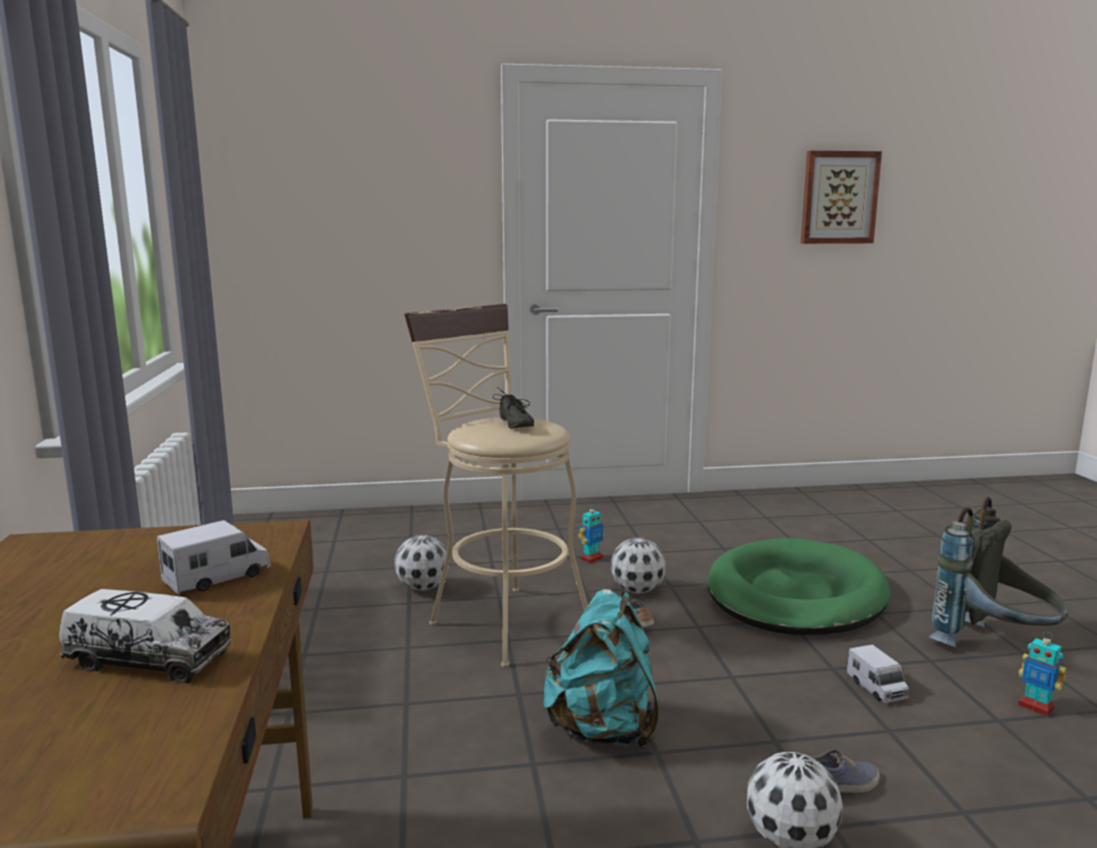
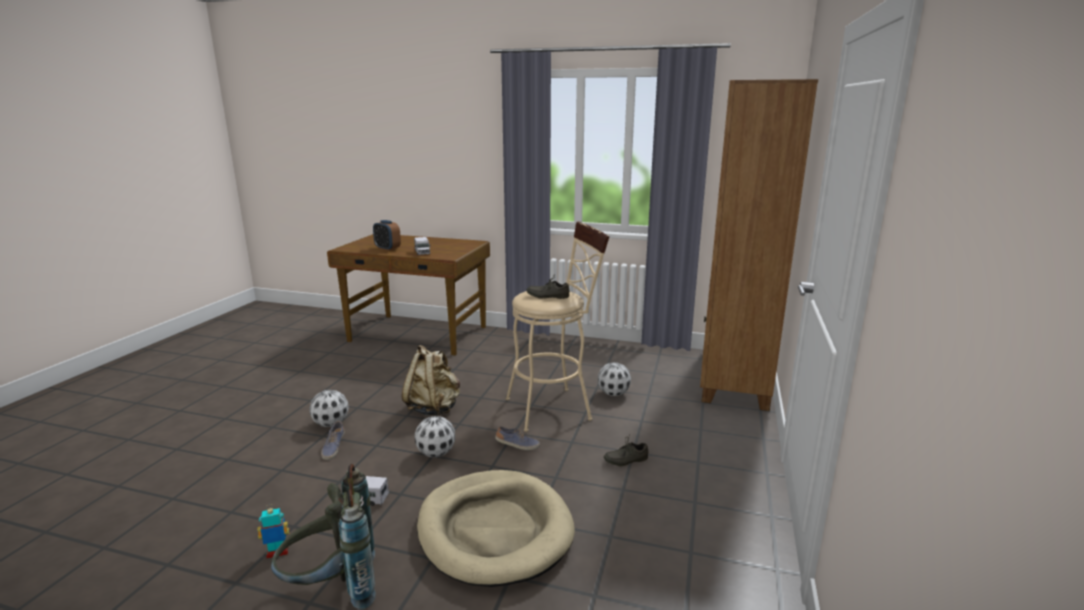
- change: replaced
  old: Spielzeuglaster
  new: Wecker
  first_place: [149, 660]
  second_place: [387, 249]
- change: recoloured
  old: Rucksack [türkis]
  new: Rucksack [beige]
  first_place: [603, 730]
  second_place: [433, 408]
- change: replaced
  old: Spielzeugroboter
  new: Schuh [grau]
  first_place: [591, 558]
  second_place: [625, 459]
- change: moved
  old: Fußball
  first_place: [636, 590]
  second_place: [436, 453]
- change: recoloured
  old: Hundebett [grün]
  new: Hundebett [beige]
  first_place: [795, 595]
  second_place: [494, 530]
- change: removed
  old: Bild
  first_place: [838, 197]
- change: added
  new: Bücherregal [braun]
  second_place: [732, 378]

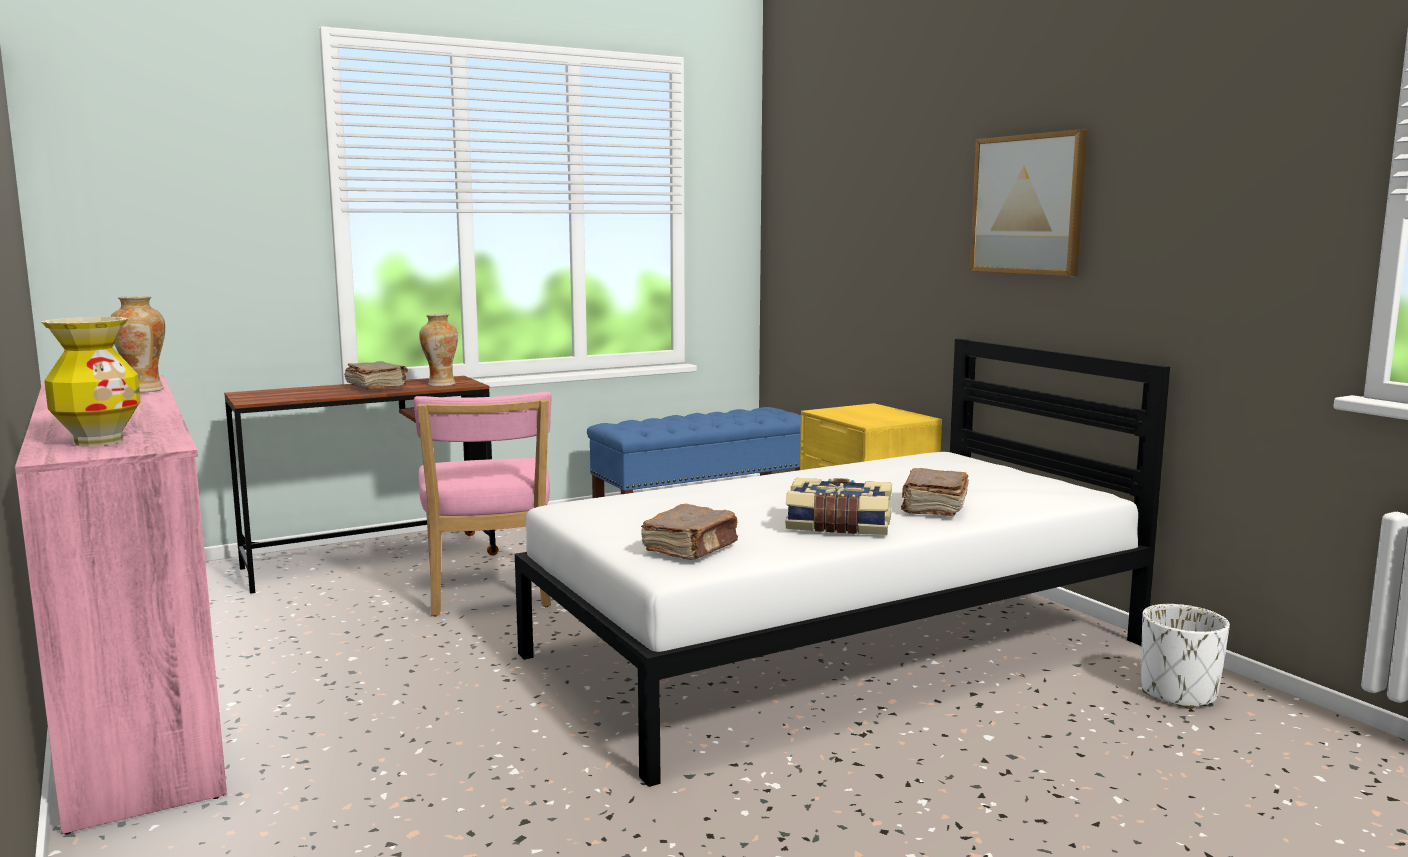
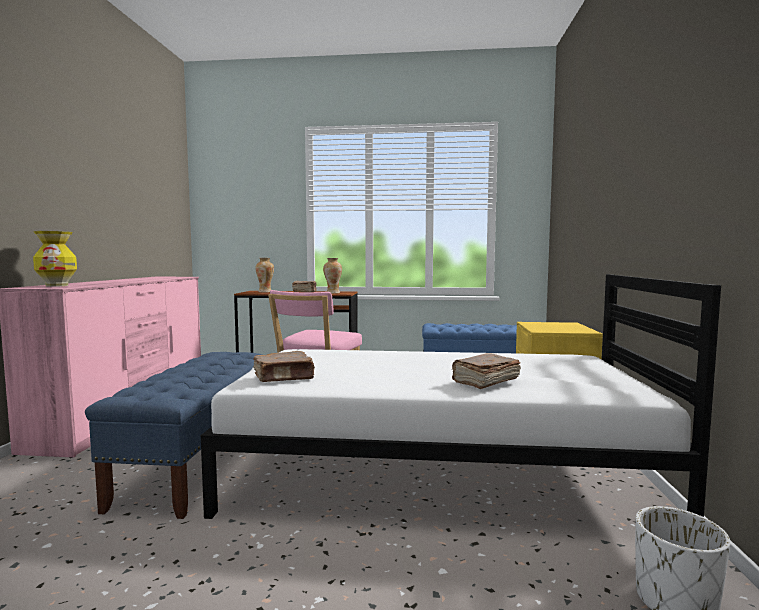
- change: moved
  old: Vase
  first_place: [144, 390]
  second_place: [265, 292]
- change: removed
  old: Buch
  first_place: [838, 526]
- change: removed
  old: Bild
  first_place: [1028, 204]
- change: added
  new: Bank [blau]
  second_place: [198, 463]

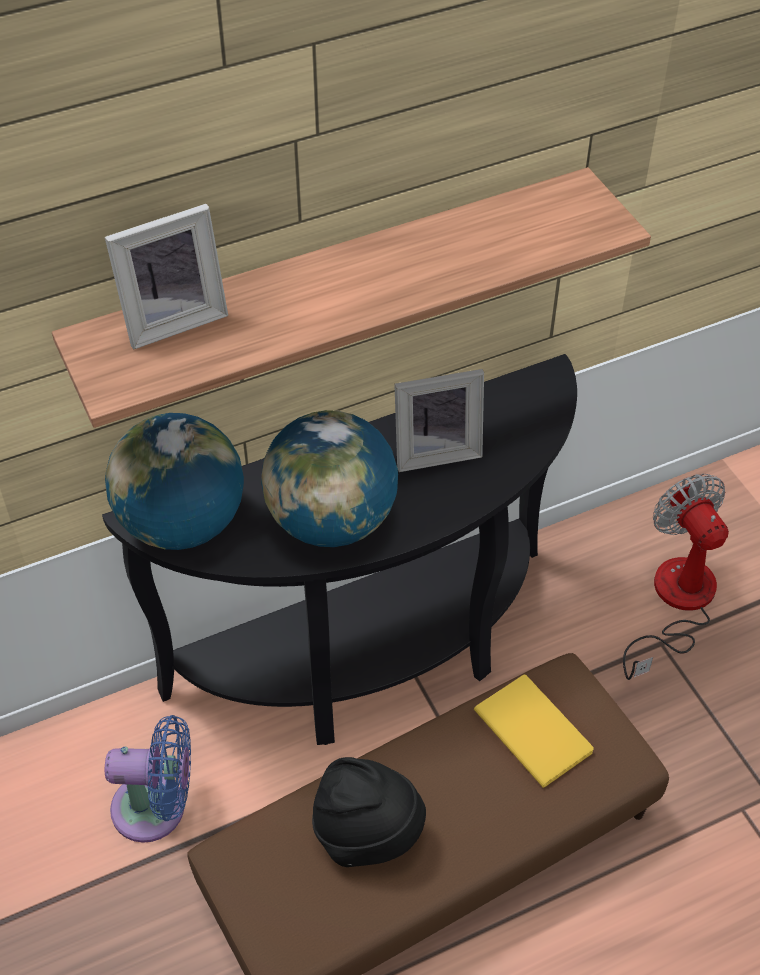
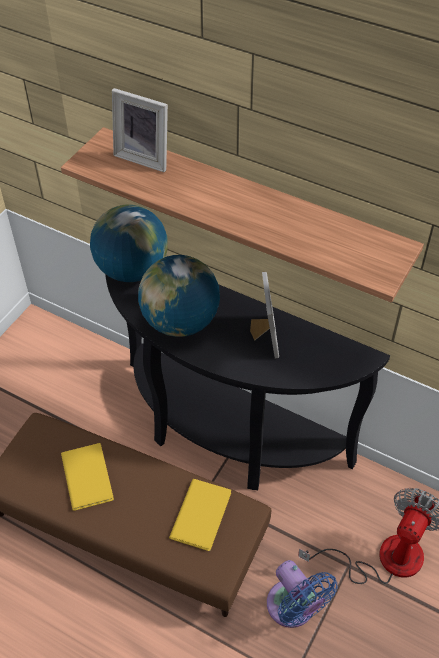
- change: moved
  old: Ventilator [blau]
  first_place: [157, 808]
  second_place: [294, 609]
- change: replaced
  old: Hut [schwarz]
  new: Buch [gelb]
  first_place: [367, 832]
  second_place: [88, 475]
- change: turned
  old: Bilderrahmen
  first_place: [435, 451]
  second_place: [263, 337]
  degrees: -135

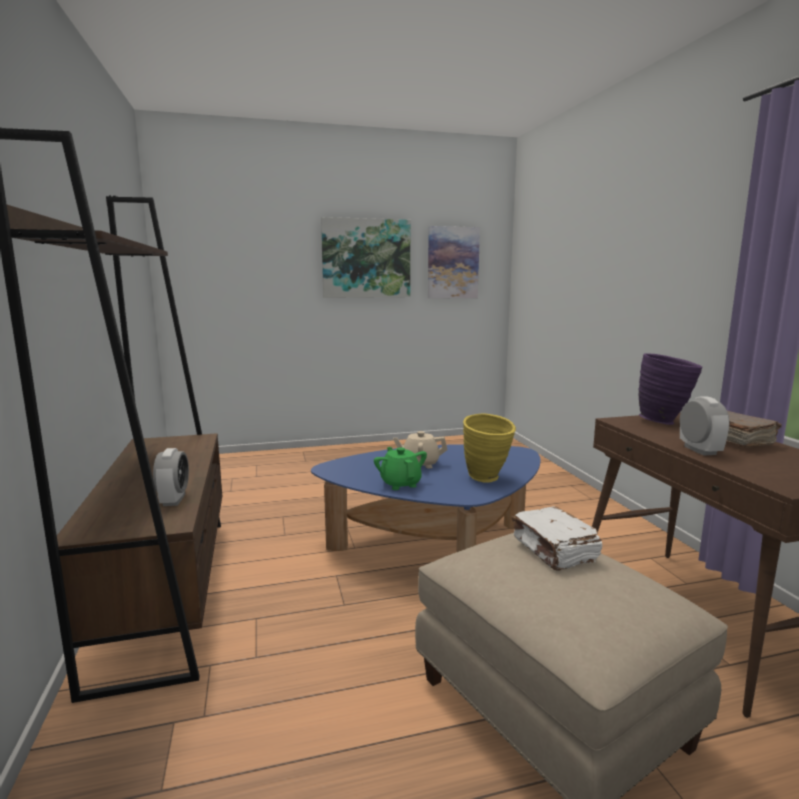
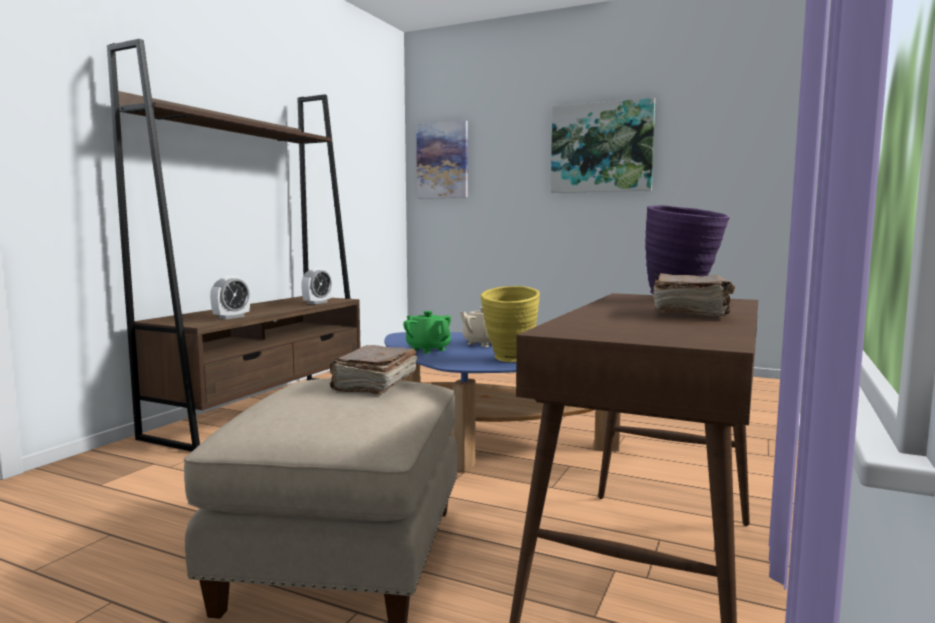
- change: turned
  old: Teekanne [grün]
  first_place: [400, 484]
  second_place: [428, 349]
  degrees: -60
- change: moved
  old: Bild
  first_place: [452, 263]
  second_place: [442, 160]
- change: recoloured
  old: Buch [weiß]
  new: Buch [braun]
  first_place: [554, 550]
  second_place: [374, 384]
- change: moved
  old: Wecker
  first_place: [699, 450]
  second_place: [317, 303]

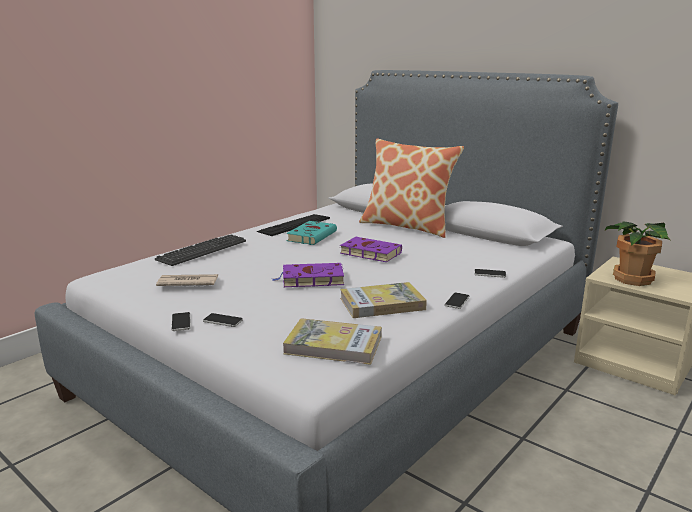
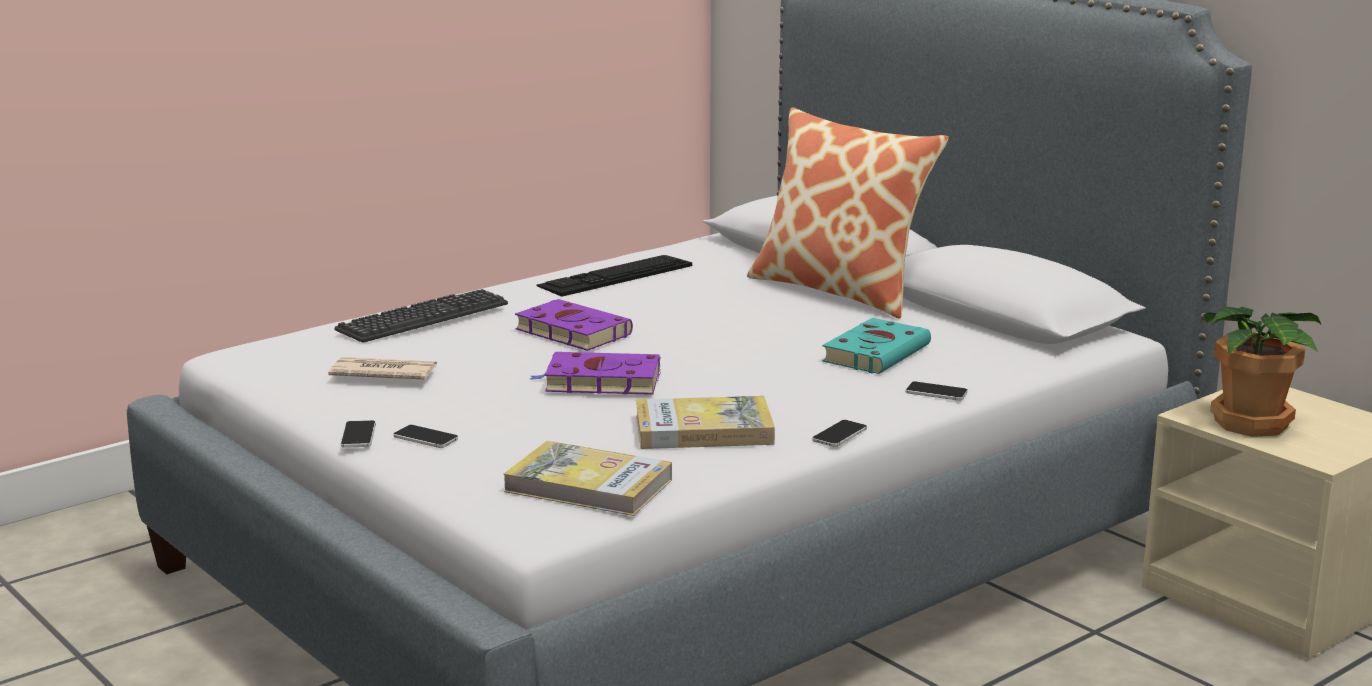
- change: moved
  old: Buch [türkis]
  first_place: [312, 236]
  second_place: [877, 353]
- change: moved
  old: Buch [lila]
  first_place: [369, 253]
  second_place: [570, 332]

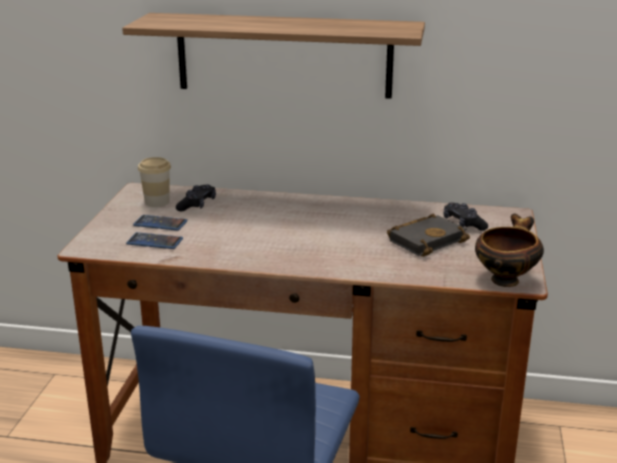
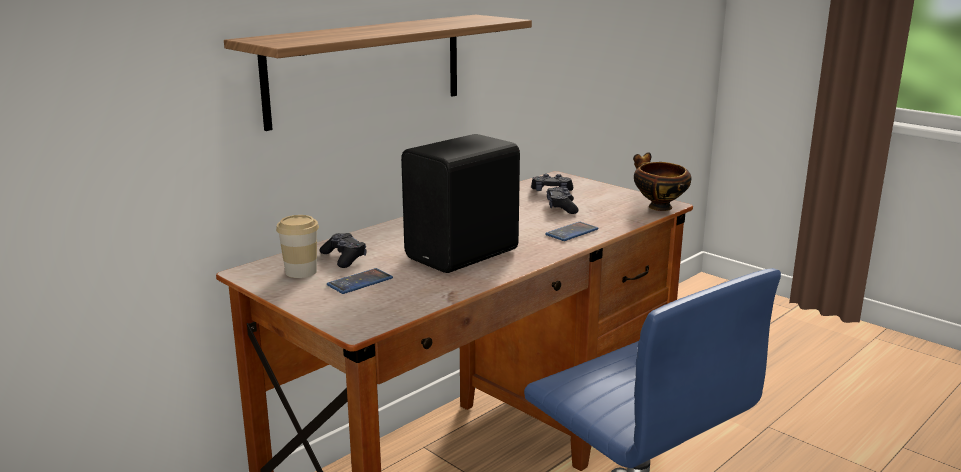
- change: moved
  old: Handy
  first_place: [155, 241]
  second_place: [571, 232]
- change: replaced
  old: Buch [schwarz]
  new: Gamepad [schwarz]
  first_place: [426, 239]
  second_place: [561, 207]
- change: added
  new: Lautsprecher [schwarz]
  second_place: [465, 255]

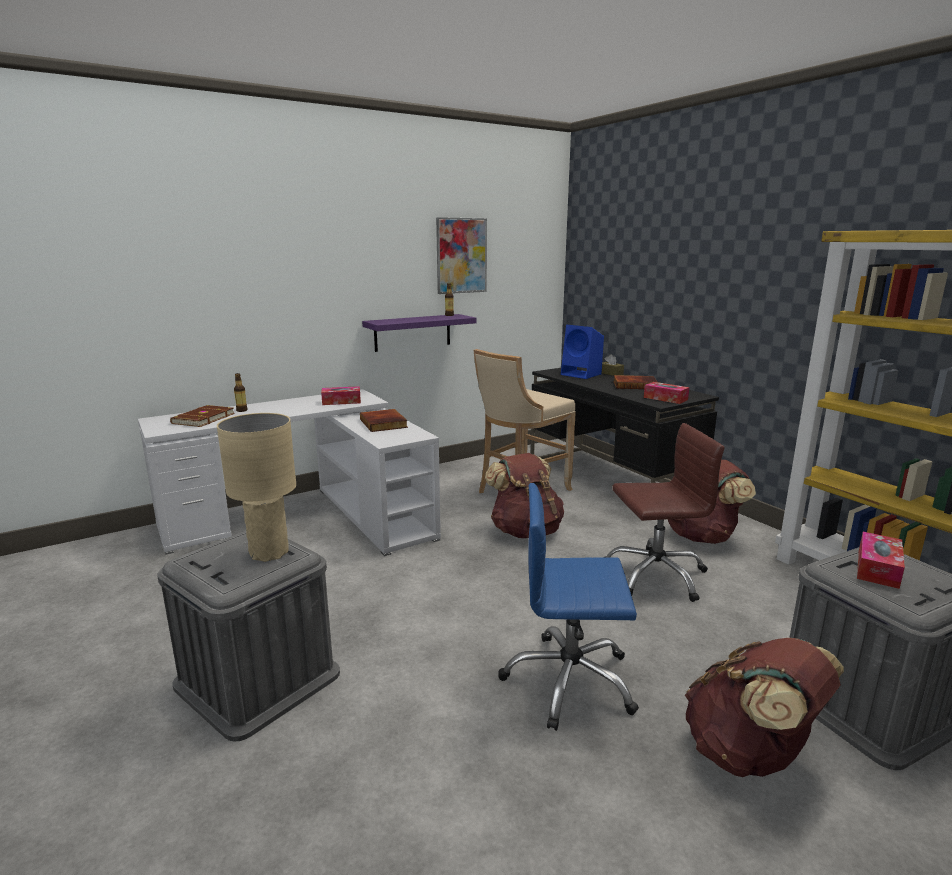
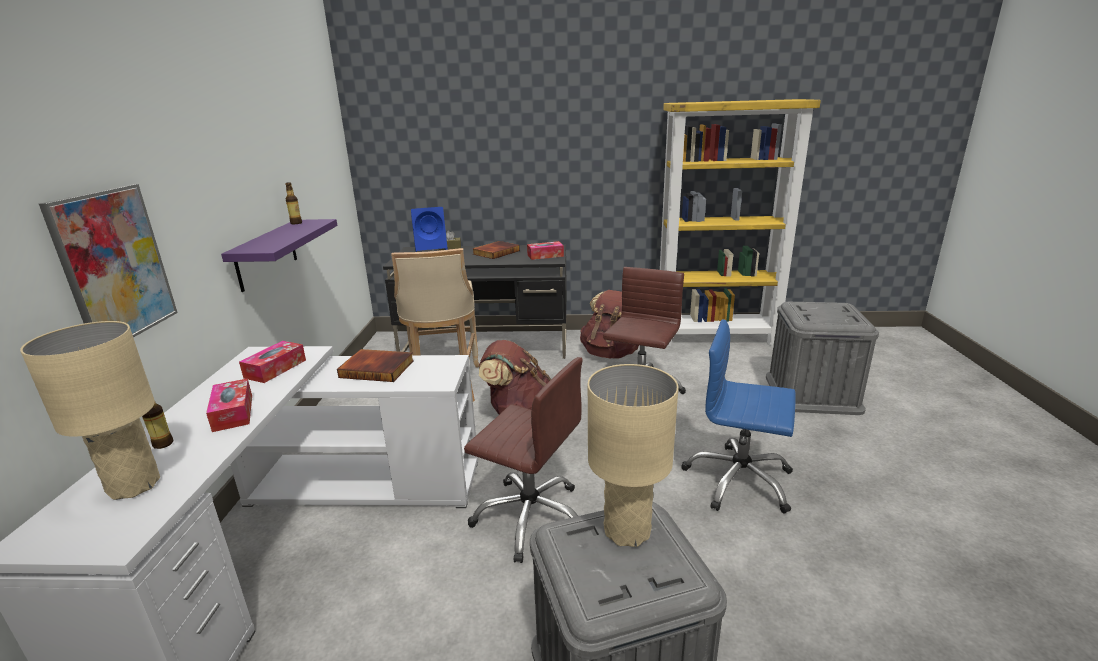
- change: replaced
  old: Buch [braun]
  new: Tischlampe [beige]
  first_place: [202, 418]
  second_place: [134, 486]
- change: moved
  old: Bild
  first_place: [461, 256]
  second_place: [114, 266]
- change: turned
  old: Bürostuhl [blau]
  first_place: [569, 681]
  second_place: [738, 481]
  degrees: 75
- change: removed
  old: Rucksack [braun]
  first_place: [749, 754]
- change: moved
  old: Taschentuchbox
  first_place: [877, 568]
  second_place: [233, 413]
- change: added
  new: Bürostuhl [braun]
  second_place: [531, 517]

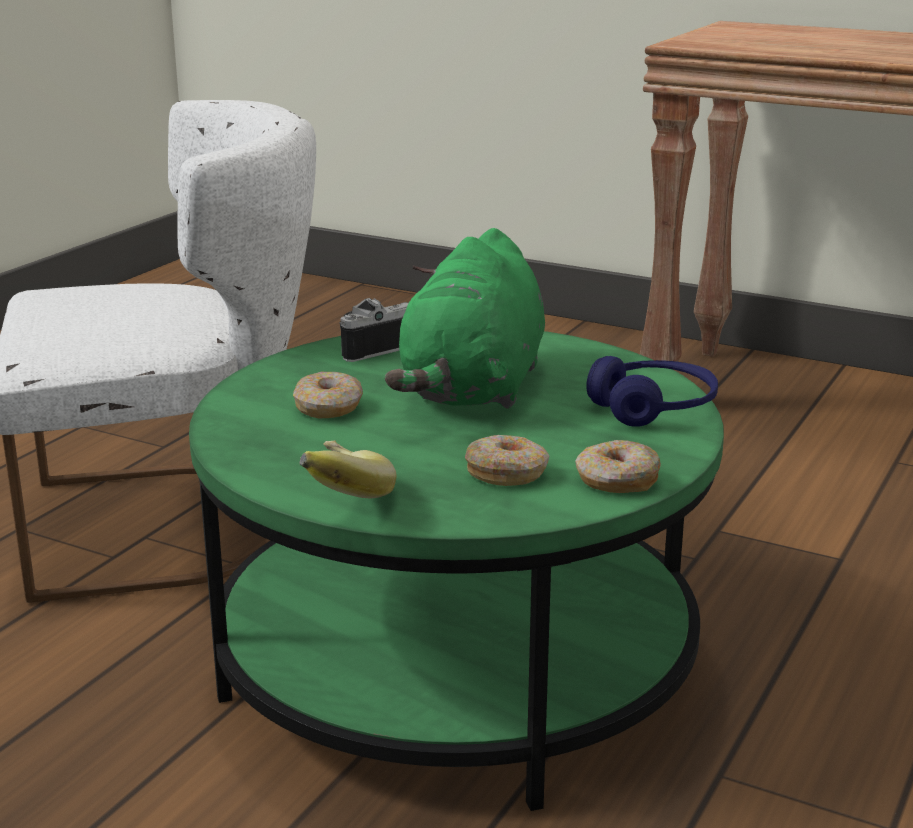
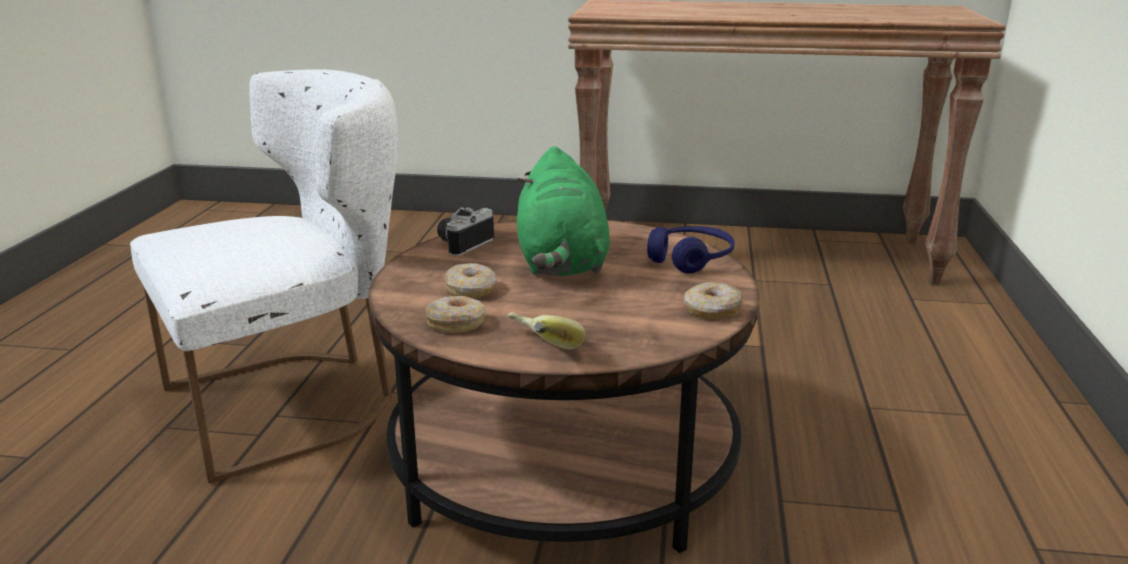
- change: recoloured
  old: Couchtisch [grün]
  new: Couchtisch [braun]
  first_place: [456, 659]
  second_place: [564, 459]
- change: moved
  old: Donut
  first_place: [507, 473]
  second_place: [456, 323]

